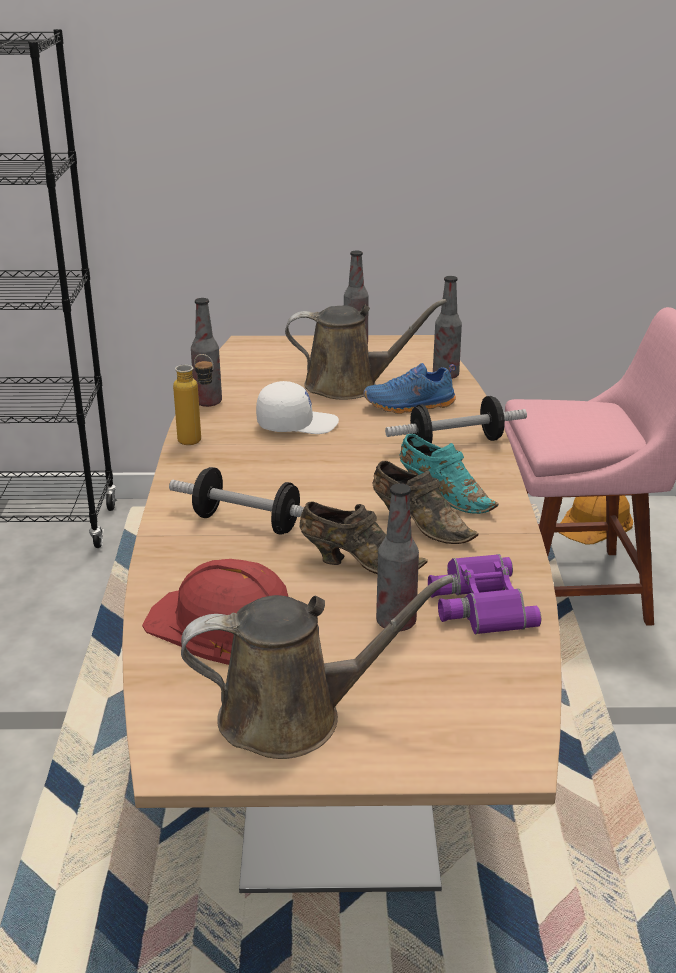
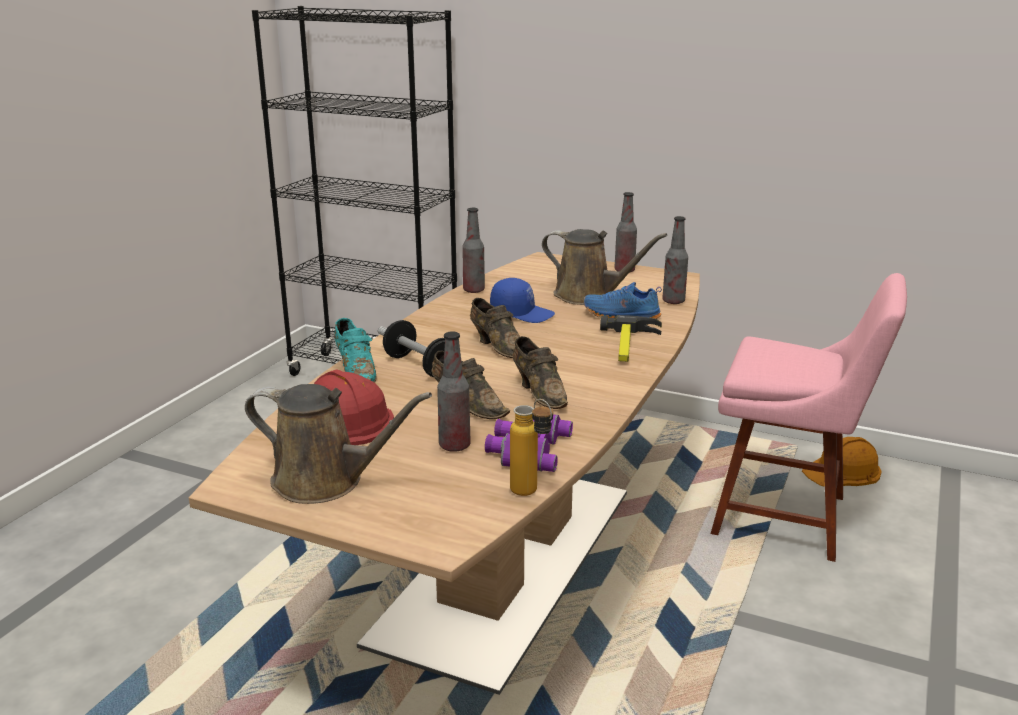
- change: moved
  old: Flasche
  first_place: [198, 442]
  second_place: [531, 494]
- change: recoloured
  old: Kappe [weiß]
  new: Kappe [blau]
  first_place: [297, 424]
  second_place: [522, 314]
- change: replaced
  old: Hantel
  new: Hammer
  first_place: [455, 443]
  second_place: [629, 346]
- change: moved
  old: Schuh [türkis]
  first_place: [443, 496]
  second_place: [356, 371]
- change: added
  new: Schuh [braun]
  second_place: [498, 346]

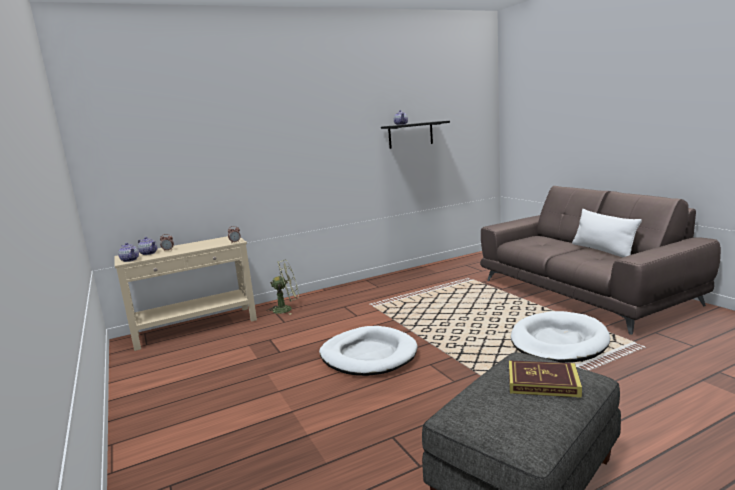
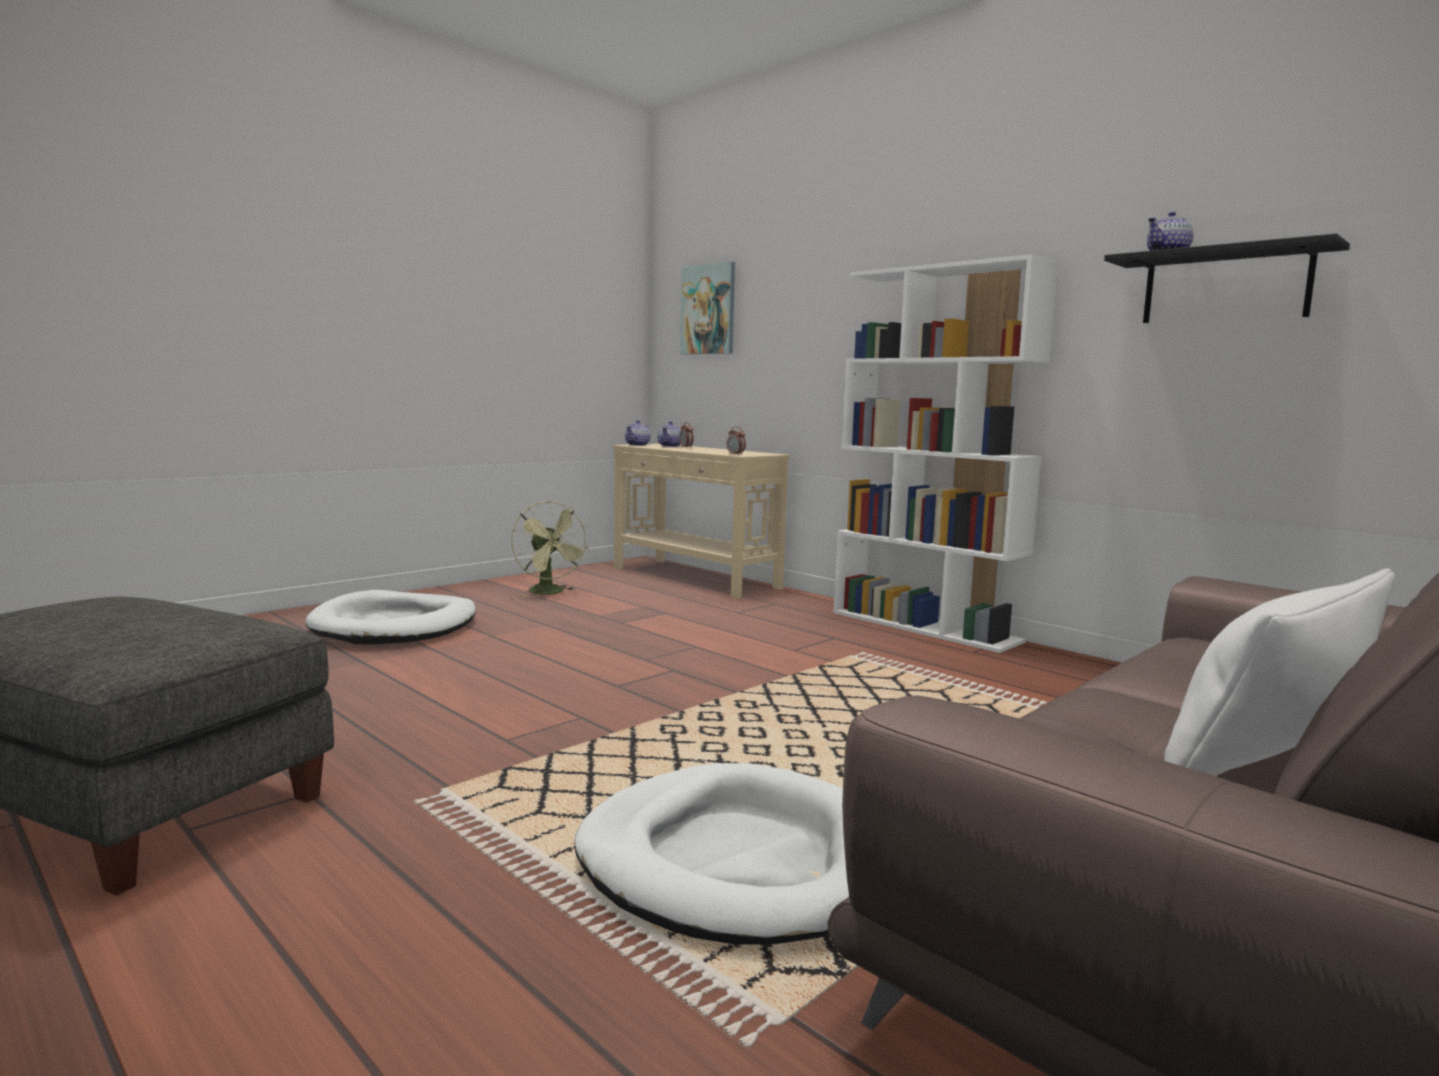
- change: moved
  old: Ventilator [grün]
  first_place: [286, 309]
  second_place: [550, 593]
- change: moved
  old: Hundebett [weiß]
  first_place: [368, 355]
  second_place: [395, 625]
- change: removed
  old: Buch
  first_place: [543, 383]
- change: added
  new: Bild
  second_place: [708, 310]
- change: added
  new: Bücherregal [weiß]
  second_place: [925, 627]

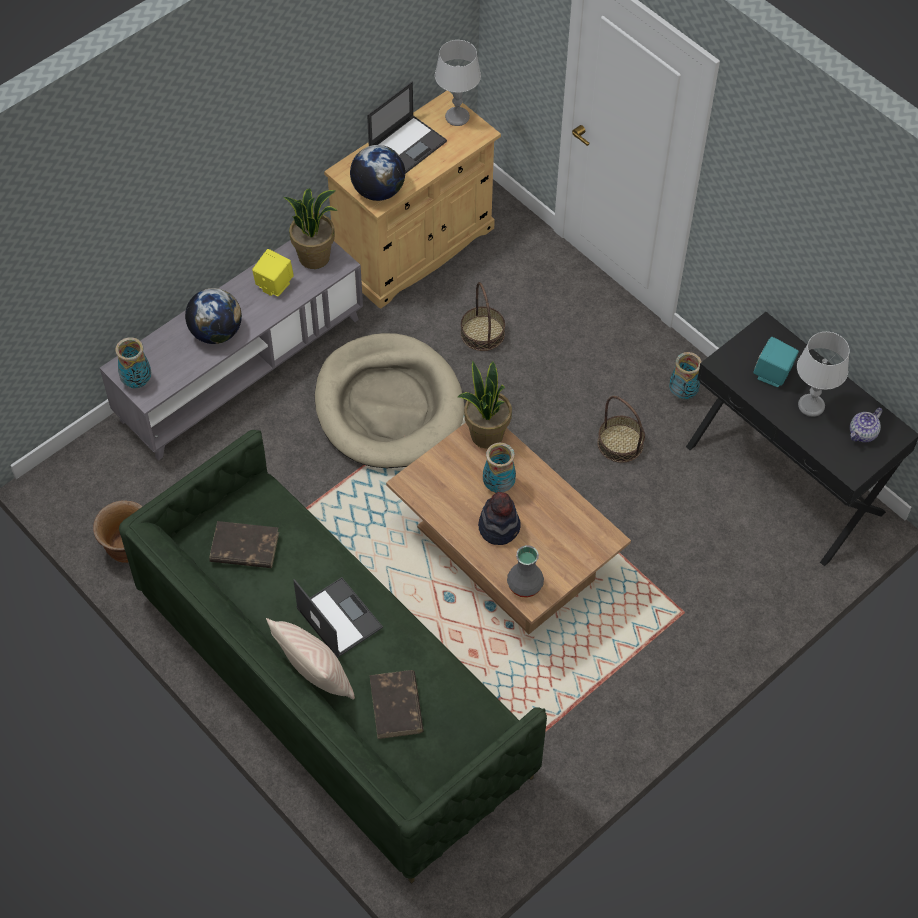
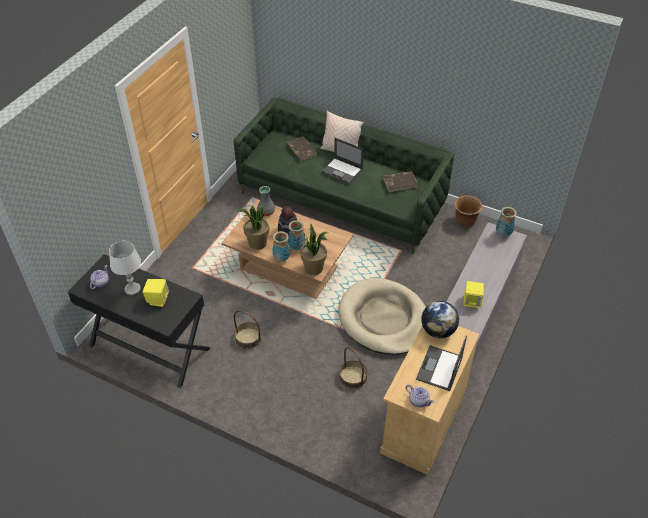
- change: removed
  old: Globus
  first_place: [216, 332]
- change: moved
  old: Topfpflanze
  first_place: [314, 256]
  second_place: [257, 243]
- change: replaced
  old: Tischlampe [grau]
  new: Teekanne
  first_place: [457, 117]
  second_place: [419, 401]
- change: moved
  old: Vase
  first_place: [682, 393]
  second_place: [281, 258]
- change: recoloured
  old: Lautsprecher [türkis]
  new: Lautsprecher [gelb]
  first_place: [772, 374]
  second_place: [158, 300]

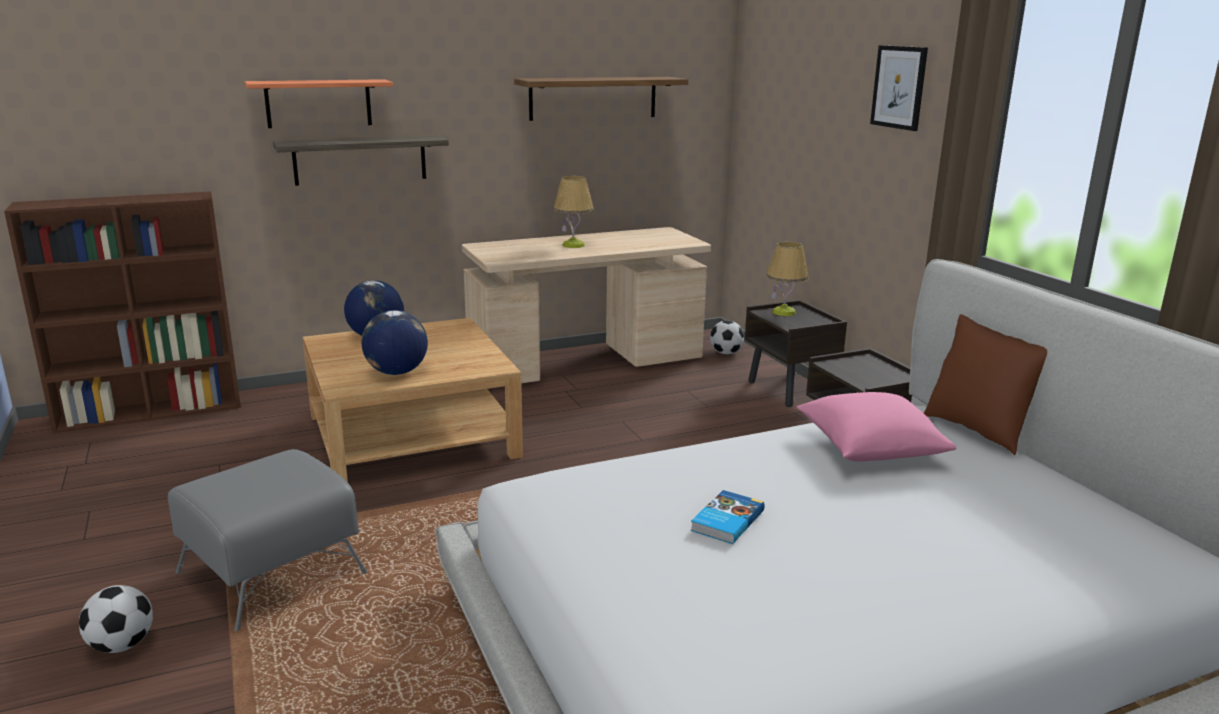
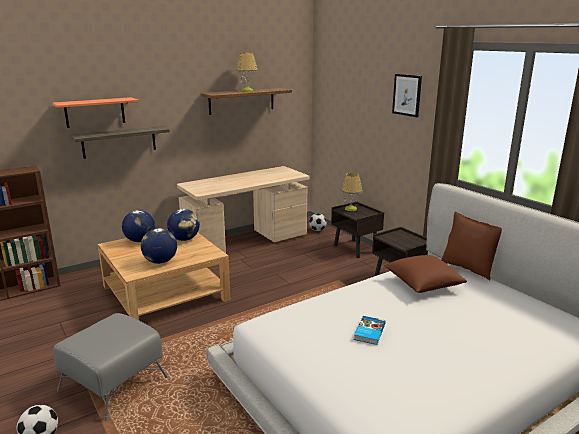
- change: moved
  old: Tischlampe
  first_place: [573, 245]
  second_place: [247, 91]
- change: recoloured
  old: Kissen [rosa]
  new: Kissen [braun]
  first_place: [869, 449]
  second_place: [422, 284]
- change: added
  new: Globus
  second_place: [184, 239]

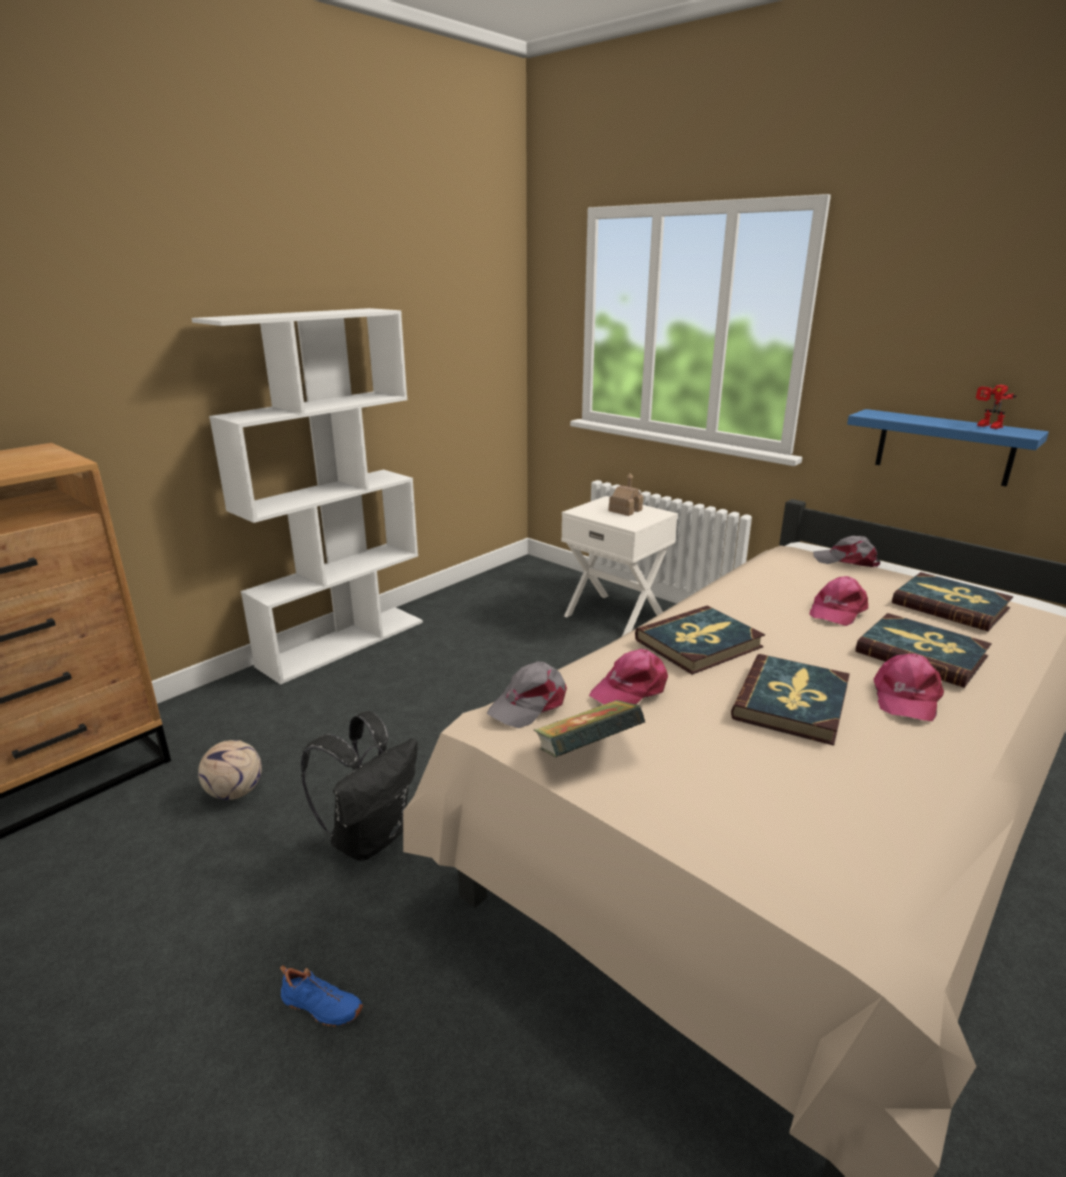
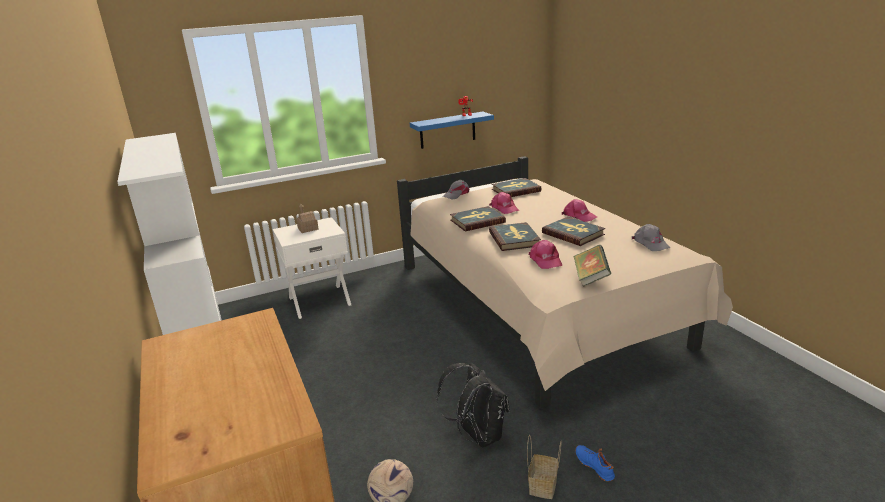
- change: turned
  old: Schuh [blau]
  first_place: [320, 1007]
  second_place: [595, 466]
  degrees: -75
- change: moved
  old: Kappe [grau]
  first_place: [529, 703]
  second_place: [650, 243]
- change: moved
  old: Buch
  first_place: [921, 654]
  second_place: [477, 221]
- change: added
  new: Korb
  second_place: [543, 486]

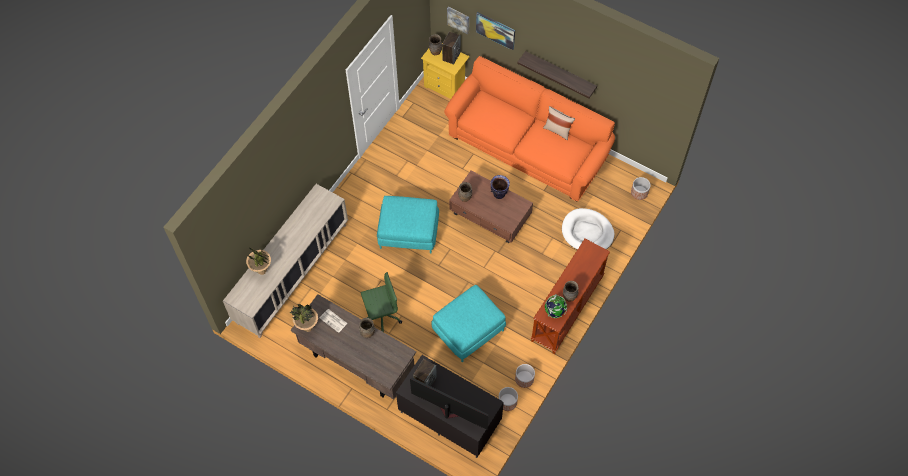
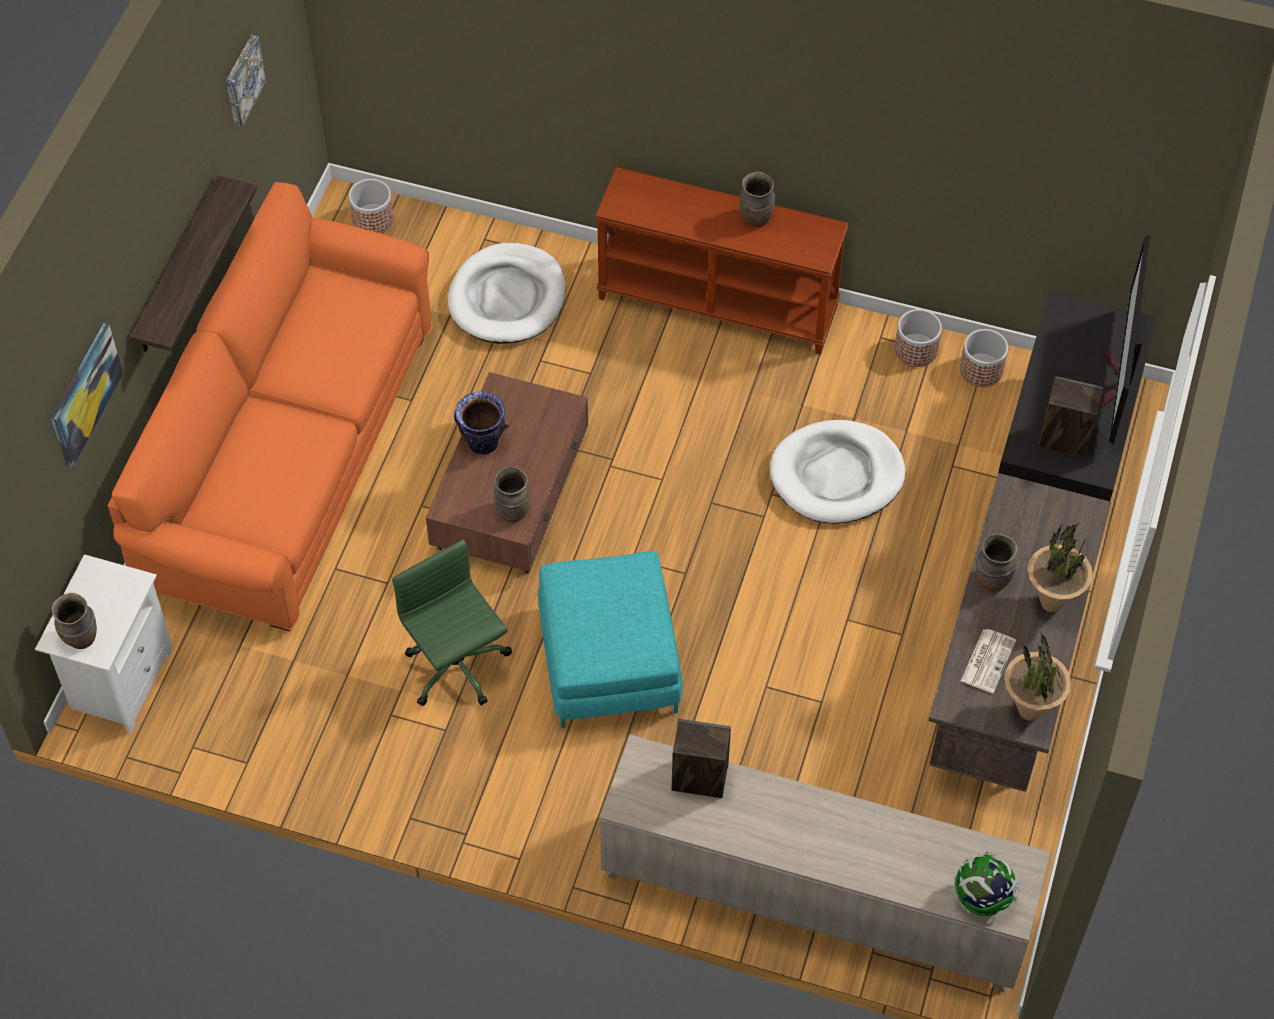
- change: moved
  old: Topfpflanze
  first_place: [262, 271]
  second_place: [1051, 603]
- change: moved
  old: Bürostuhl [grün]
  first_place: [381, 316]
  second_place: [457, 669]
- change: recoloured
  old: Nachttisch [gelb]
  new: Nachttisch [weiß]
  first_place: [446, 86]
  second_place: [119, 680]
- change: replaced
  old: Polsterhocker [türkis]
  new: Hundebett [weiß]
  first_place: [468, 330]
  second_place: [837, 476]
- change: moved
  old: Lautsprecher
  first_place: [451, 56]
  second_place: [699, 778]
- change: moved
  old: Bild
  first_place: [458, 19]
  second_place: [243, 80]
- change: removed
  old: Kissen [beige]
  first_place: [557, 130]
- change: moved
  old: Globus
  first_place: [554, 311]
  second_place: [982, 898]

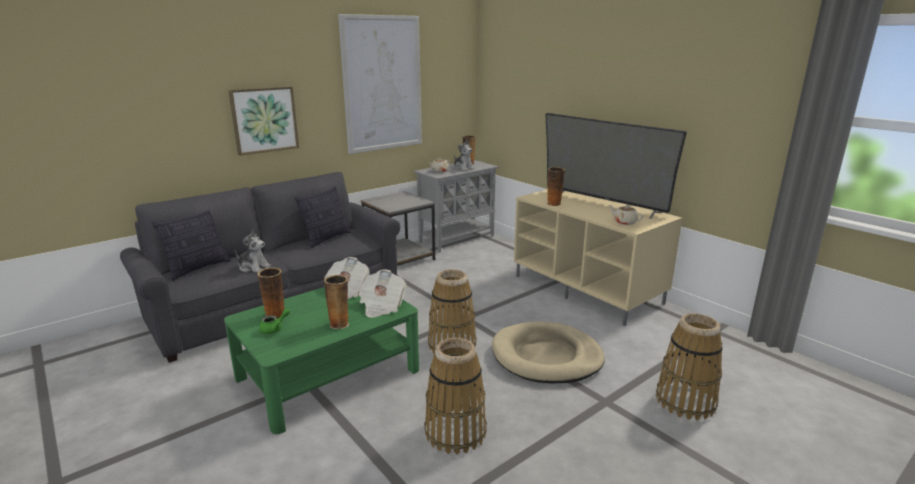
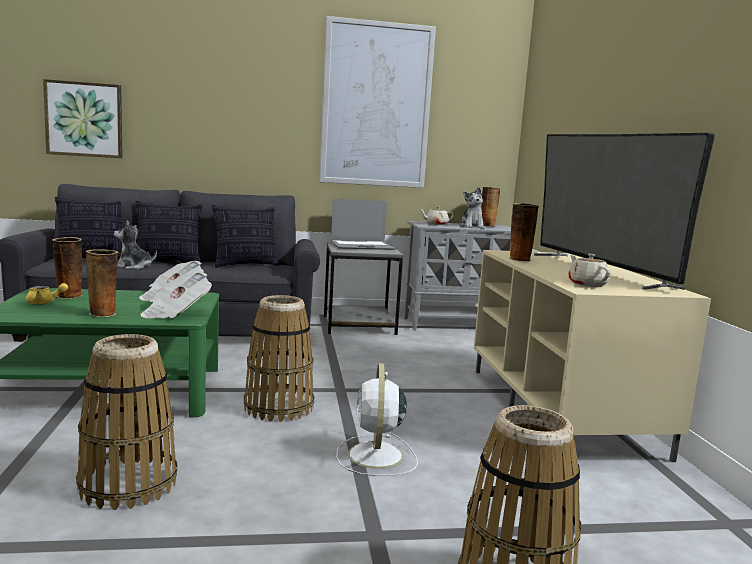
- change: moved
  old: Bild
  first_place: [264, 120]
  second_place: [84, 119]
- change: turned
  old: Plüschtier
  first_place: [253, 267]
  second_place: [133, 267]
  degrees: 135
- change: recoloured
  old: Teekanne [grün]
  new: Teekanne [gelb]
  first_place: [274, 329]
  second_place: [44, 303]
- change: replaced
  old: Hundebett [beige]
  new: Ventilator [weiß]
  first_place: [546, 357]
  second_place: [375, 456]
- change: added
  new: Kissen
  second_place: [168, 262]
- change: added
  new: Laptop
  second_place: [362, 246]

